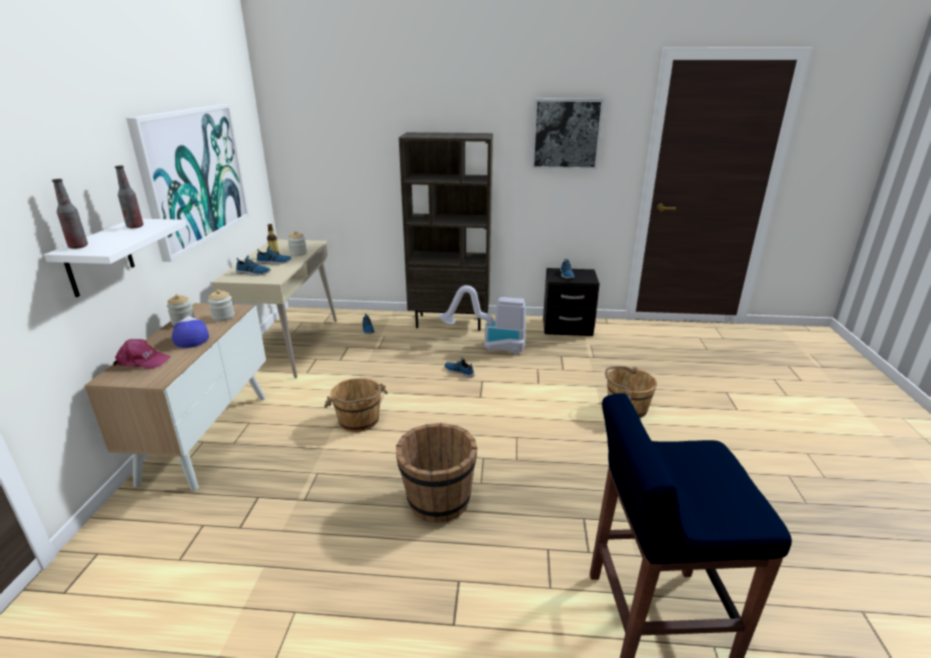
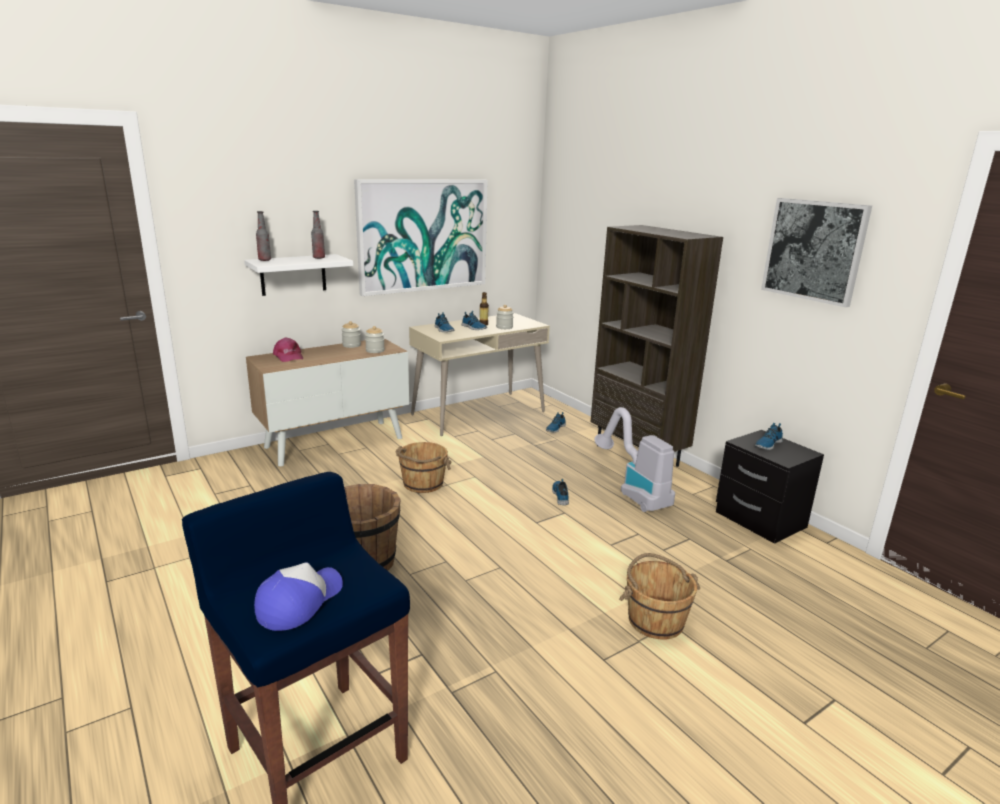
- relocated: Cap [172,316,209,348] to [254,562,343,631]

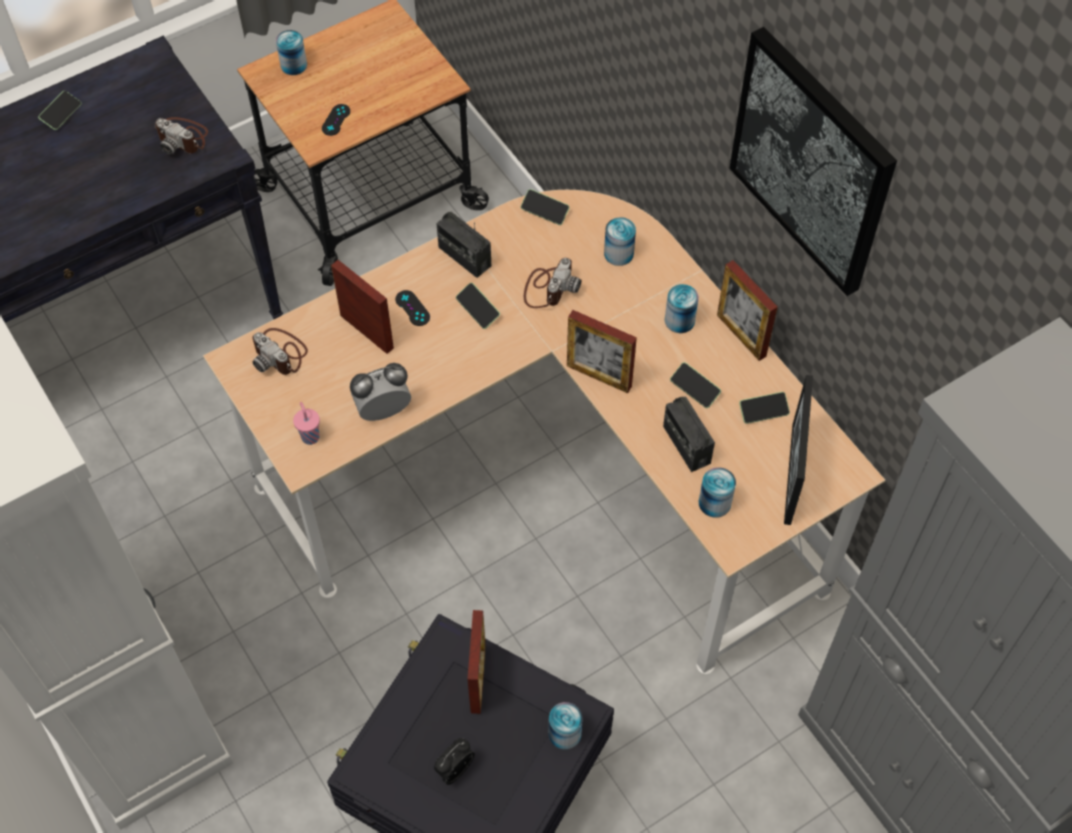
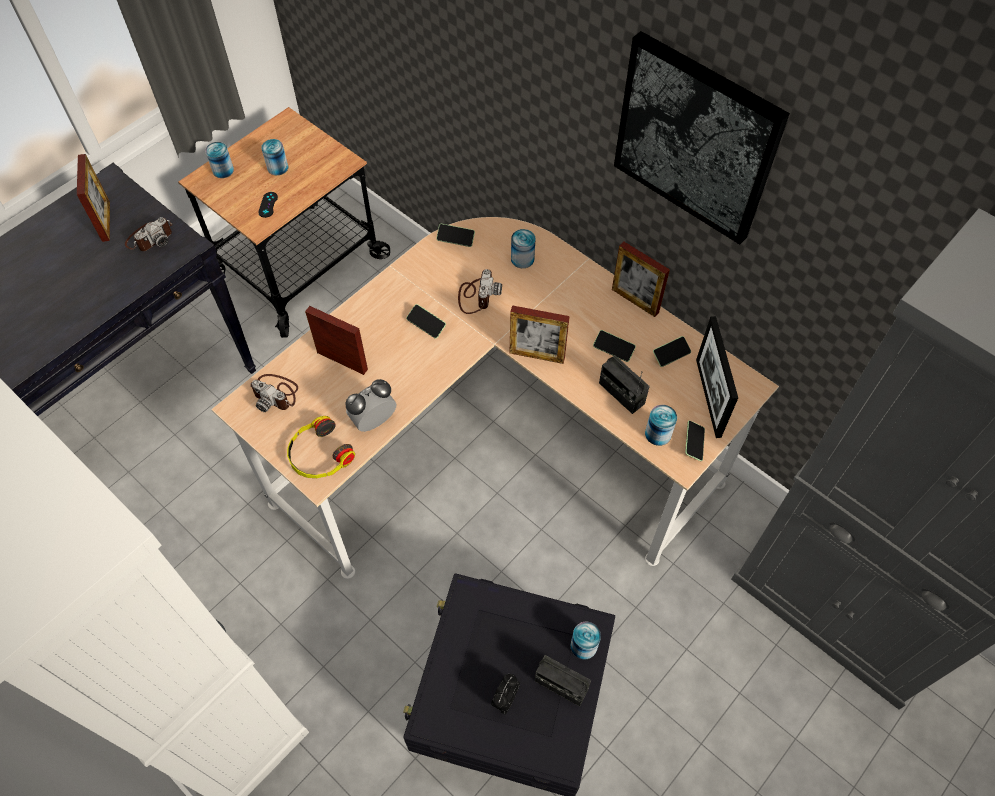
- relocated: Phone [38,91,82,130] to [685,421,705,461]
- spun: PhotoCamera [154,117,208,154] = [125,217,173,251] 60 degrees counterclockwise
- exchanged: PinkCup [293,402,320,445] to Headphones [287,416,355,478]
- missing: BlackGameController [395,290,430,326]
- relocated: Radio [436,212,491,278] to [535,655,591,707]
- relocated: PictureFrame [467,610,486,714] to [77,154,110,242]
- relocated: Can [665,284,699,333] to [261,139,288,175]

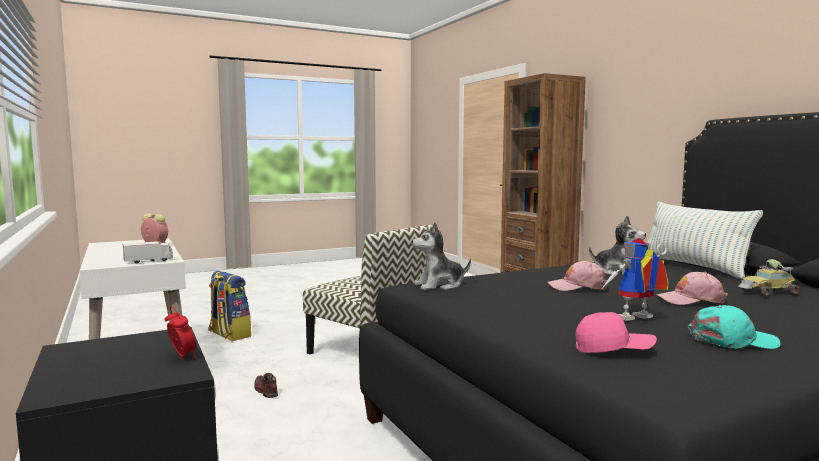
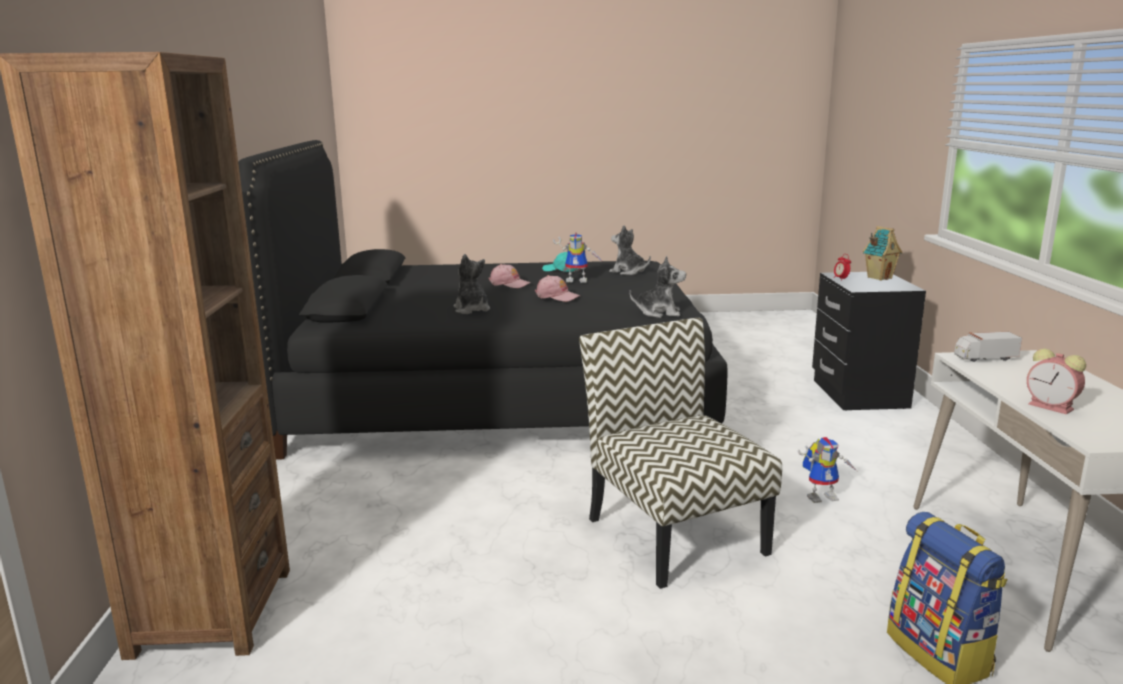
- exchanged: BrownShoe [254,373,278,398] to ToyRobot [798,437,857,503]
- exchanged: PinkCap [575,312,657,353] to PlushToy [609,225,651,275]
- missing: Pillow [647,202,763,279]
- missing: ToyCar [739,259,800,297]
- appeared: ToyHouse [863,226,902,281]

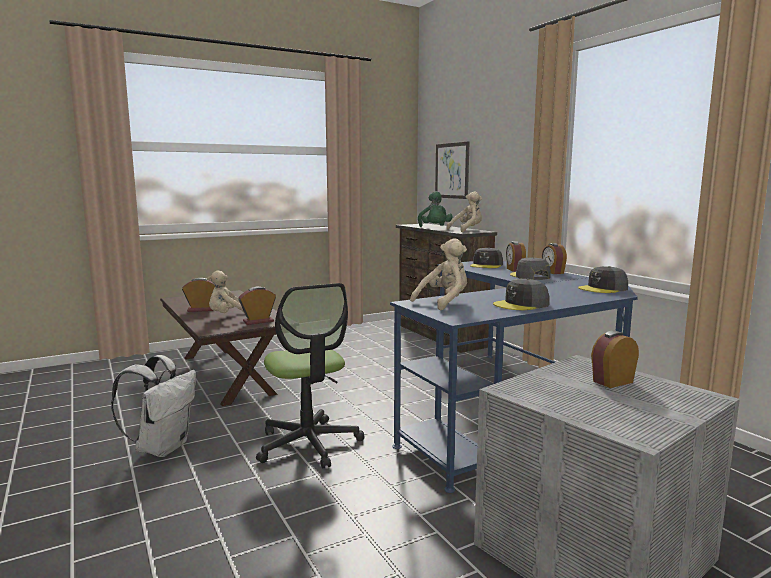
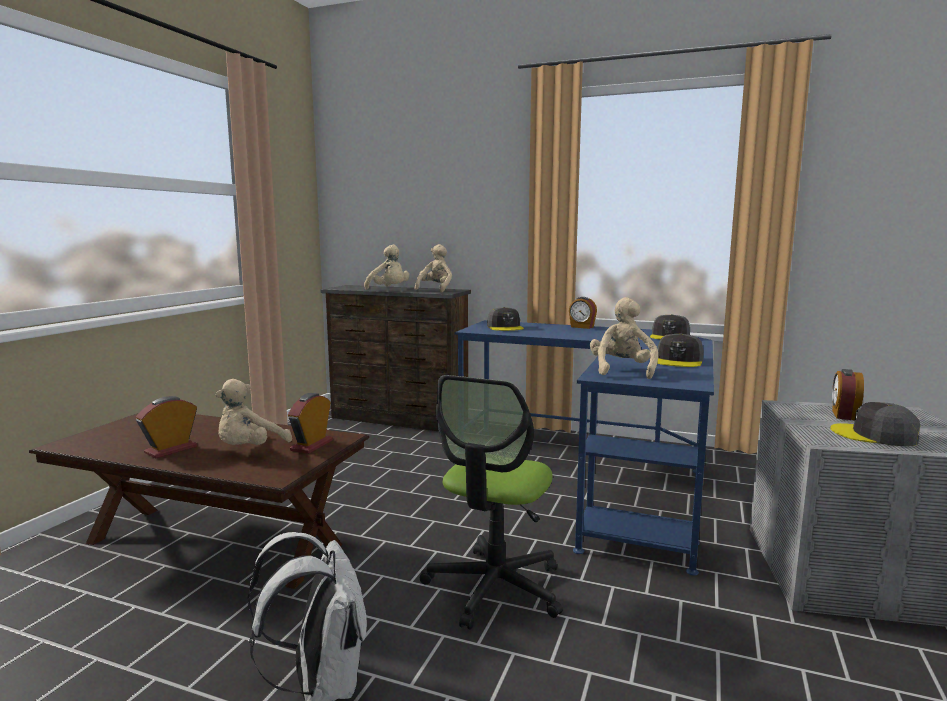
- spun: OfficeChair [256,283,365,468] = [420,375,563,630] 90 degrees clockwise
- colour: GreenPlushToy [418,191,453,227] to BeigePlushToy [364,245,409,290]
- missing: Picture [435,141,470,199]
- missing: AlarmClock [506,242,526,272]
- relocated: GreyCap [510,257,551,280] to [830,402,921,446]

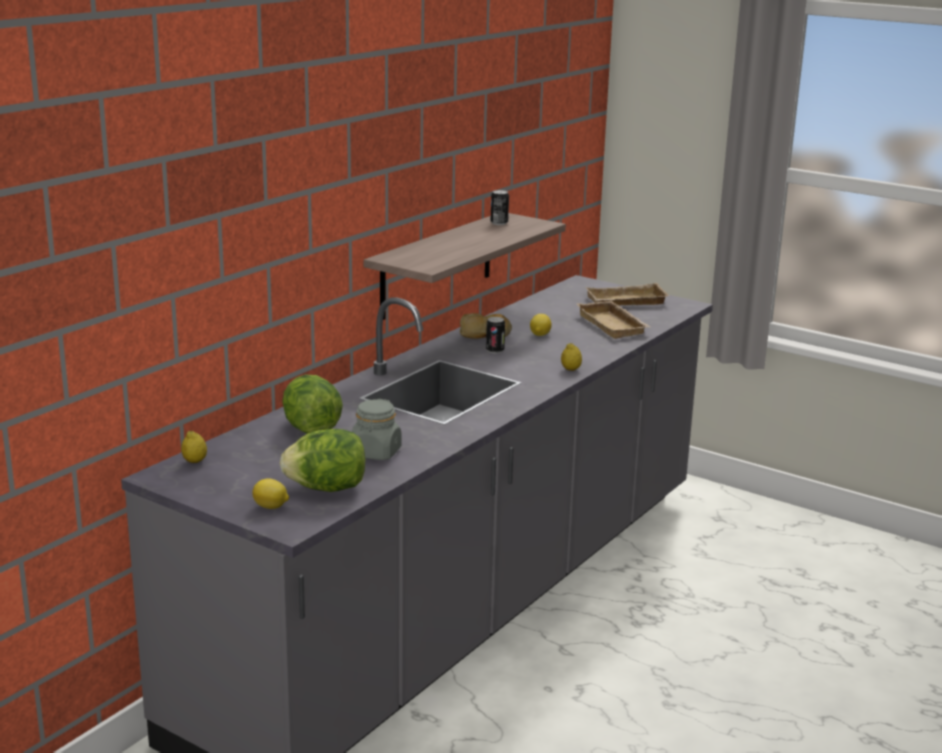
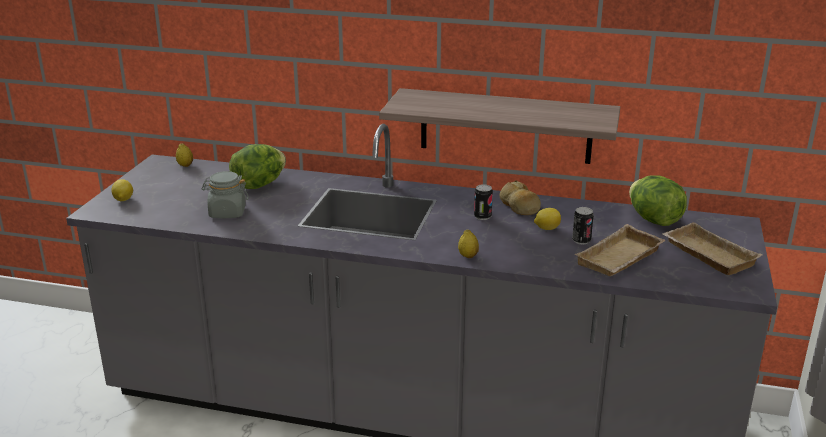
- relocated: Lettuce [280,429,365,492] to [629,175,687,226]
- relocated: Can [491,190,509,225] to [572,207,593,244]

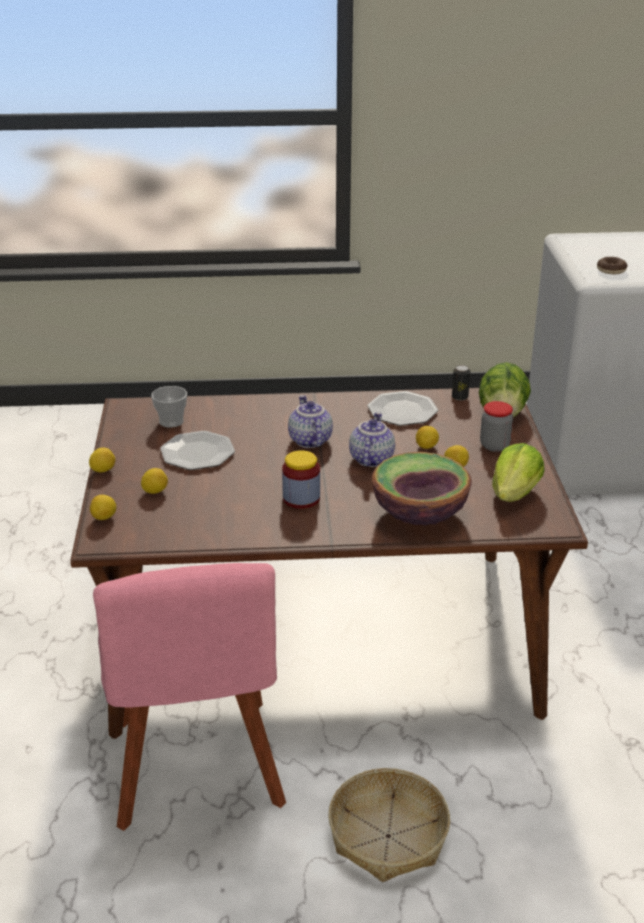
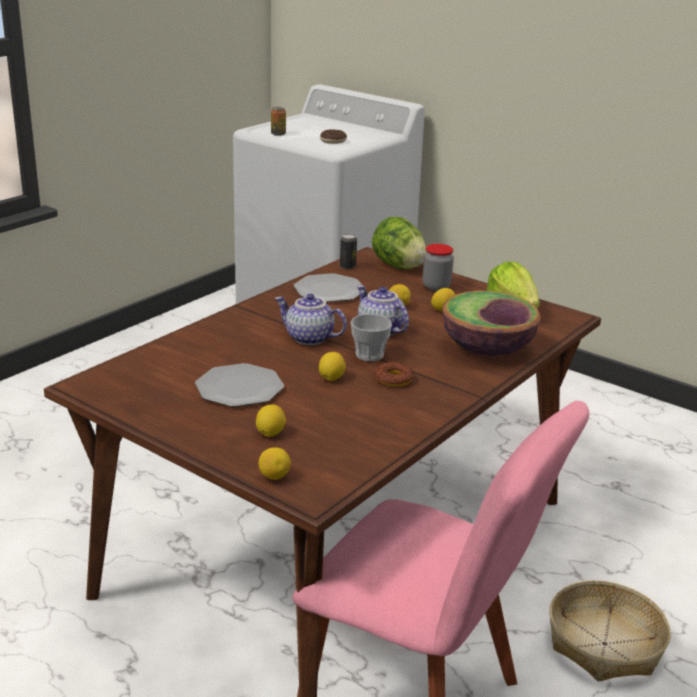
- relocated: Lemon [89,448,115,472] to [319,352,346,381]
- relocated: Cup [151,386,187,428] to [351,314,392,361]
- exchanged: Jar [282,450,320,509] to Donut [374,361,415,387]
- appeared: Can [271,107,286,136]

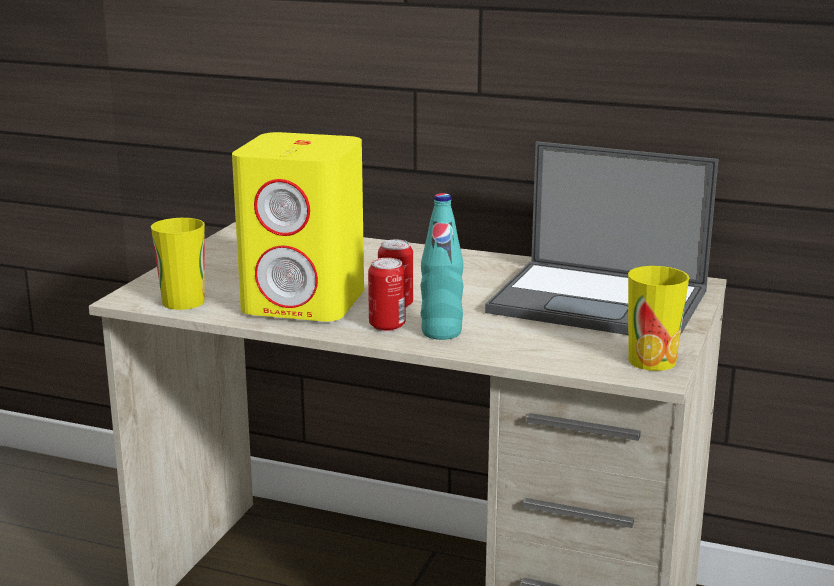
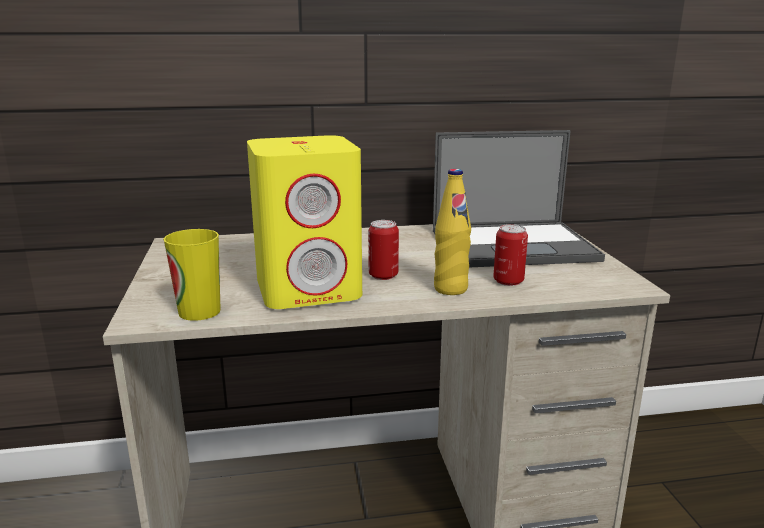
- relocated: Can [368,258,406,331] to [493,224,528,286]
- colour: TurquoiseBottle [420,193,464,340] to YellowBottle [434,169,471,295]
- missing: Cup [628,266,689,371]

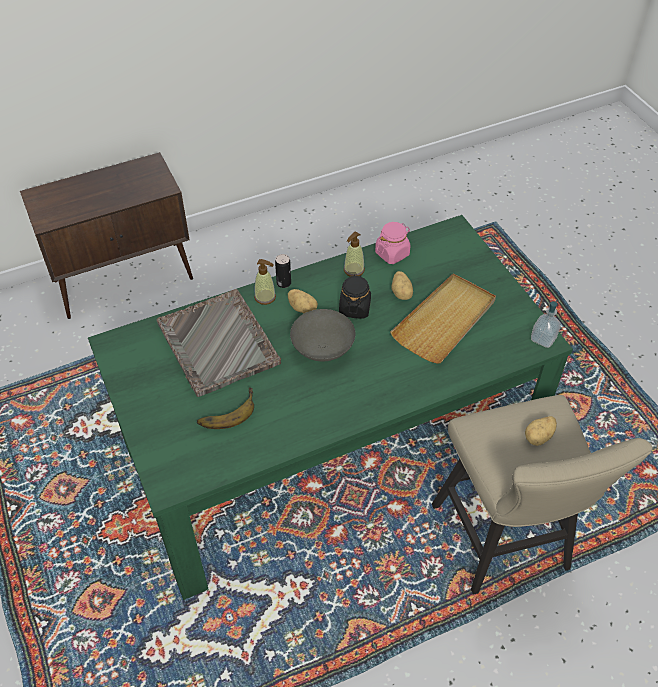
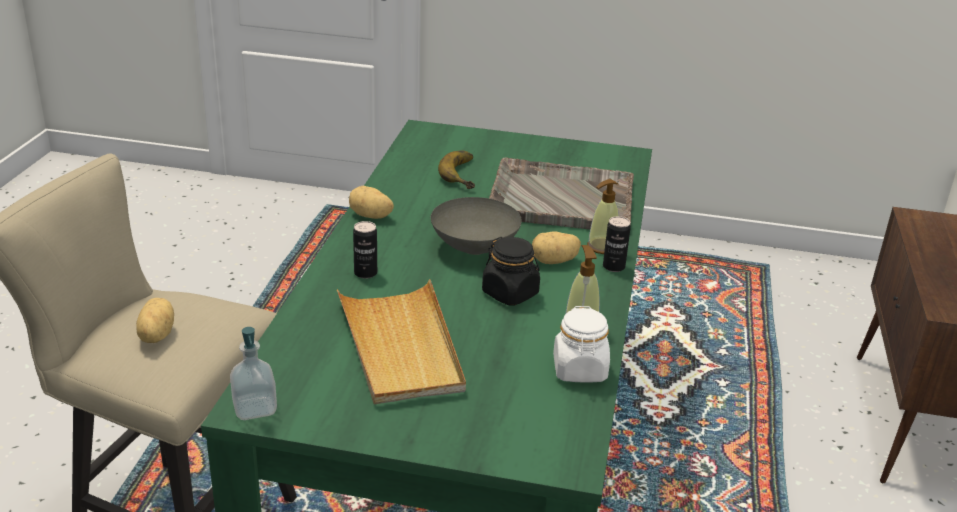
- colour: PinkJar [375,222,410,264] to WhiteJar [553,306,610,383]
- relocated: Potato [391,271,413,300] to [349,186,394,219]
- appeared: Can [353,221,377,279]

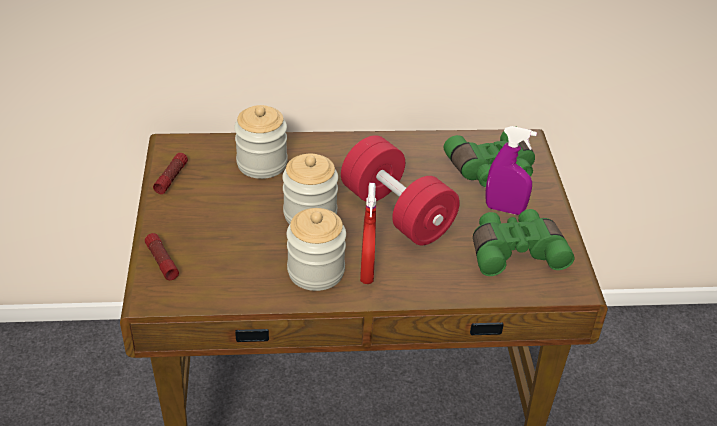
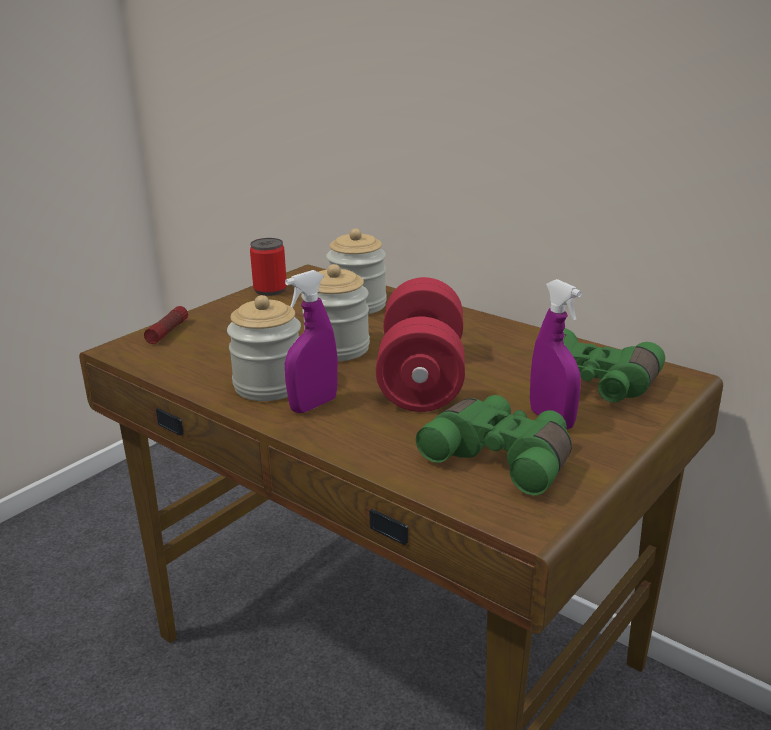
- exchanged: Flashlight [153,153,188,194] to Can [250,238,287,296]
- colour: RedSprayBottle [360,183,376,284] to PurpleSprayBottle [285,270,338,413]

